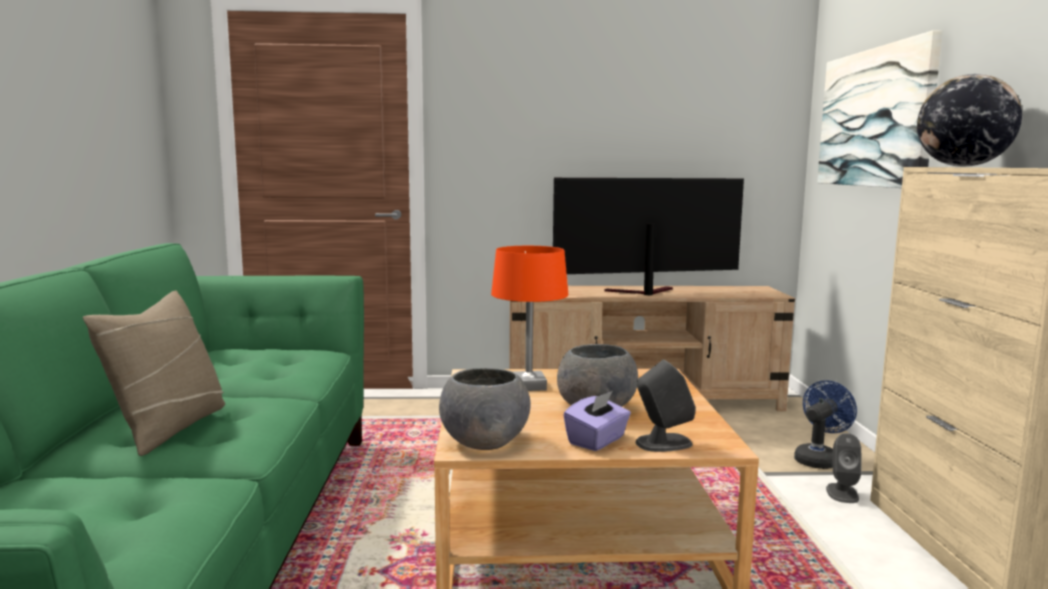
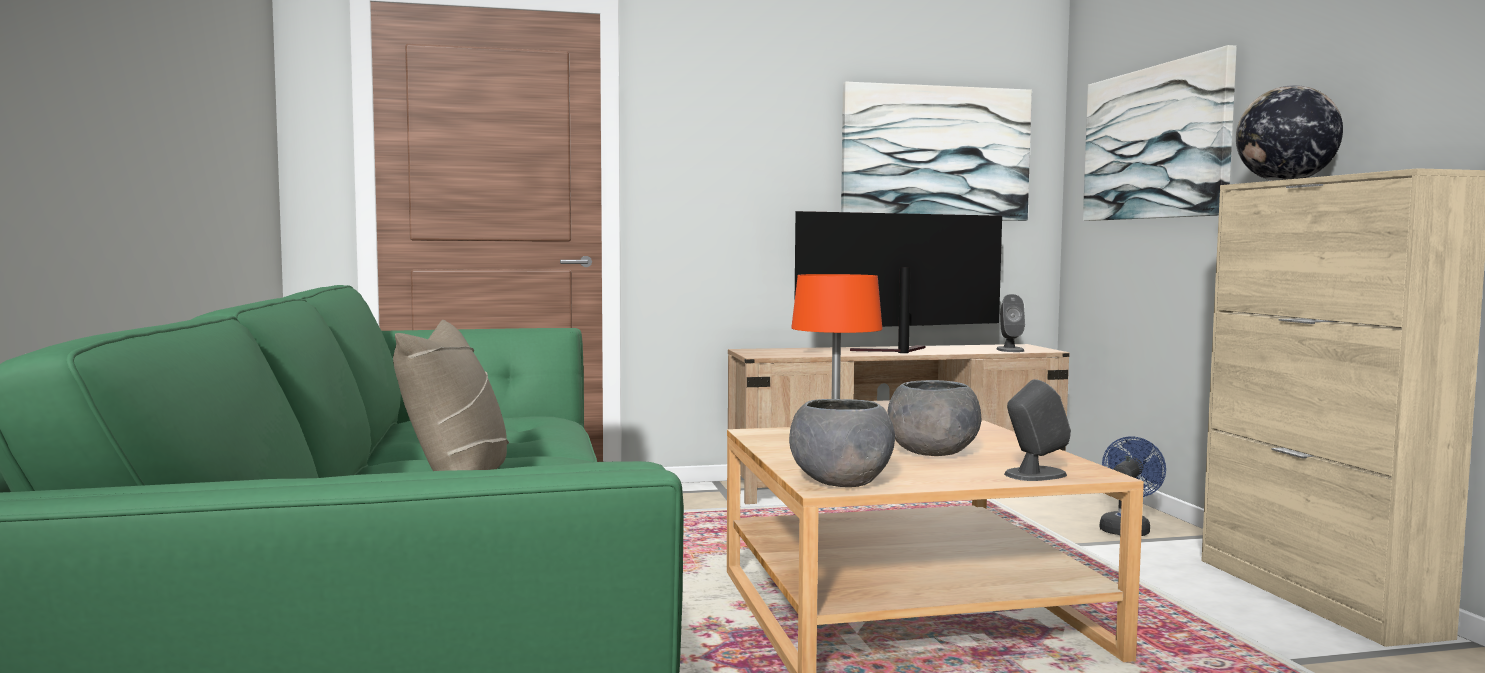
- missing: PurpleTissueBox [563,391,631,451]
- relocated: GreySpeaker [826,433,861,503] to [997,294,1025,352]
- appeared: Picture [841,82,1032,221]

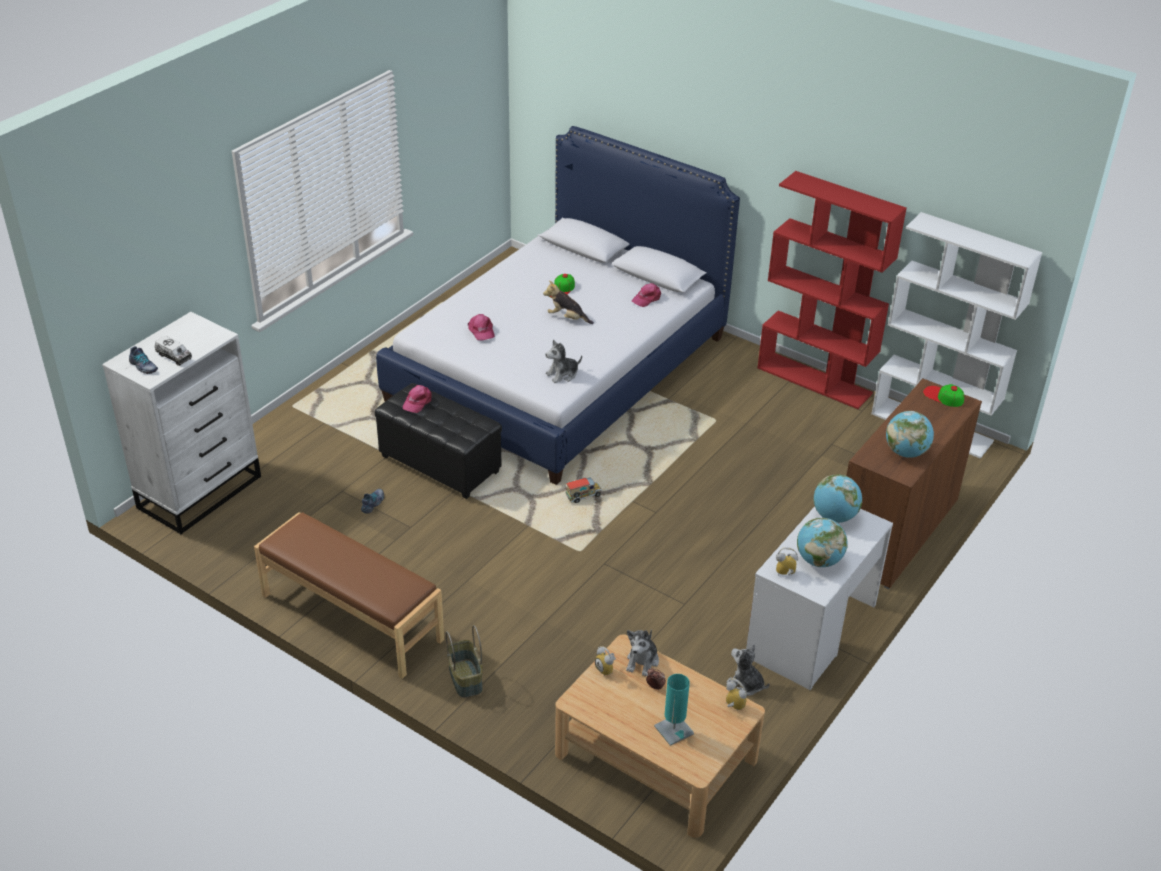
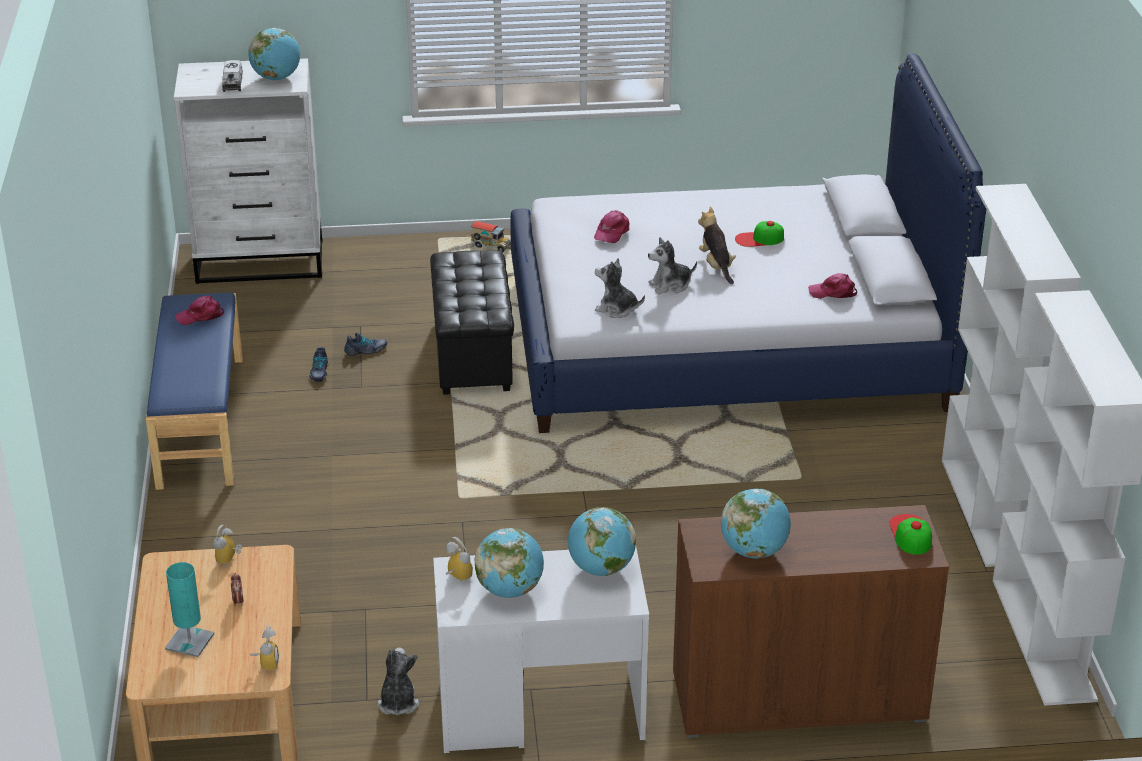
- relocated: Shoe [129,346,158,374] to [309,347,328,382]
- colour: BrownBench [254,512,444,679] to BlueBench [146,293,243,490]
- relocated: PinkCap [403,385,432,413] to [175,296,224,325]
- missing: Basket [446,625,483,698]
- relocated: ToyTruck [566,477,602,503] to [471,221,511,252]
- relocated: PlushToy [626,630,659,676] to [648,237,697,294]
- colour: RedBookcase [757,171,907,409] to WhiteBookcase [942,184,1081,567]
- appeared: Globe [248,28,300,80]

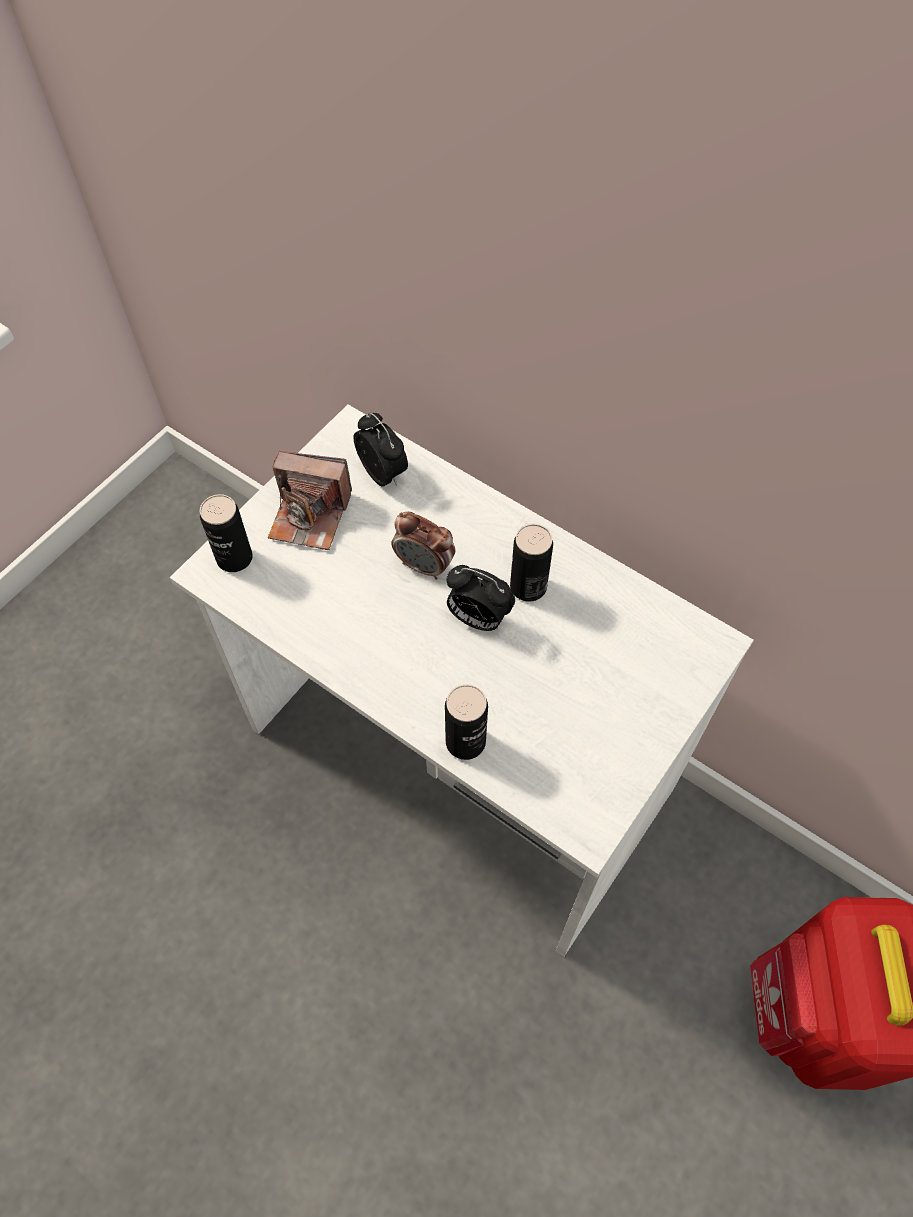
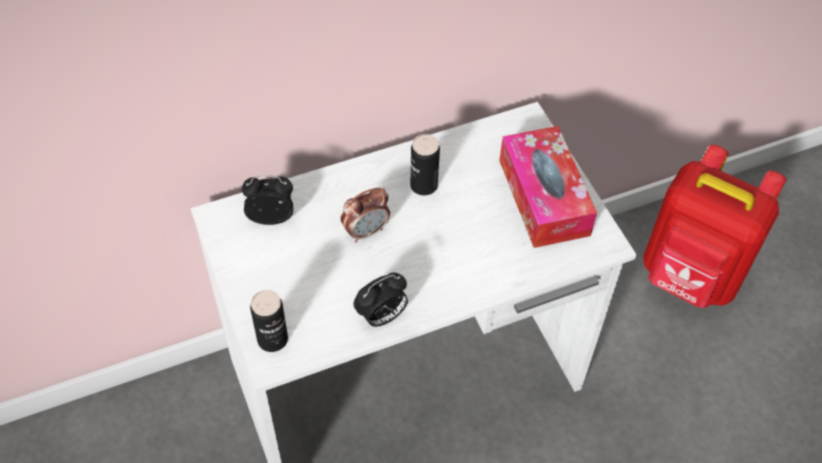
- missing: PhotoCamera [268,451,352,550]
- missing: Can [445,684,488,760]
- relocated: AlarmClock [446,565,515,631] to [353,272,408,327]
- appeared: TissueBox [499,126,597,248]

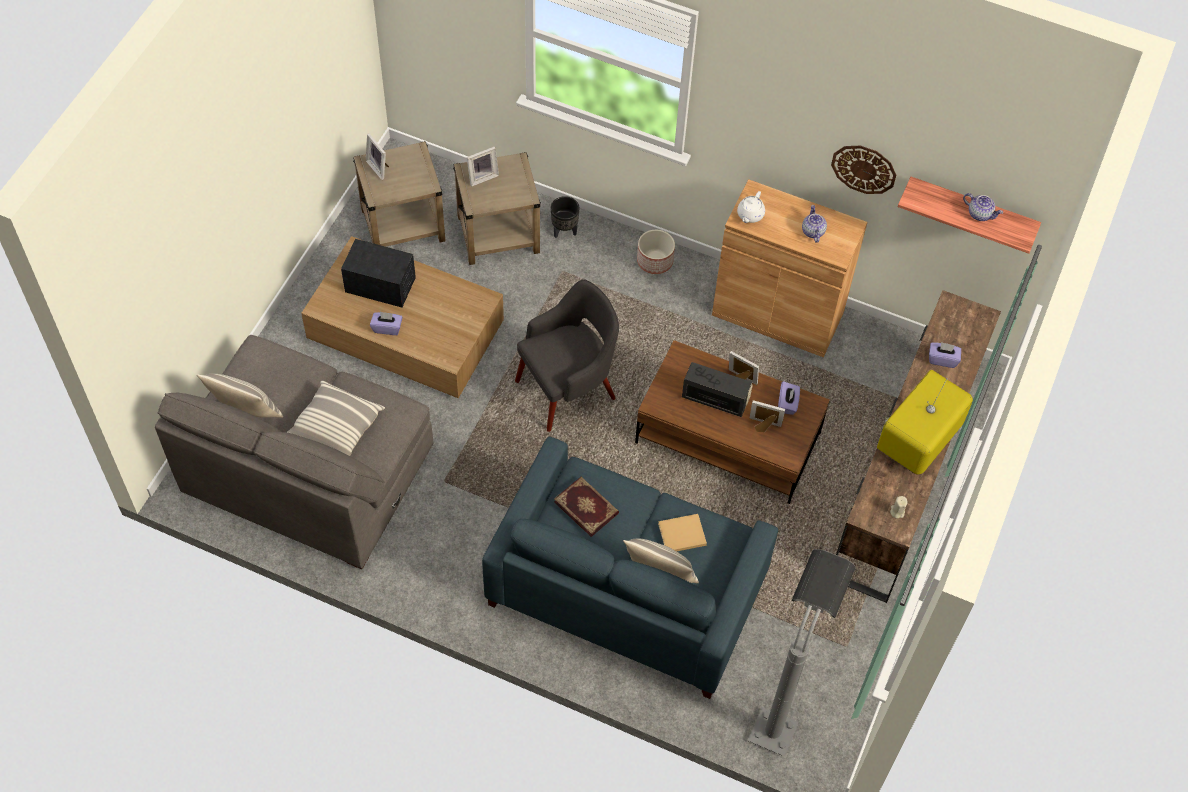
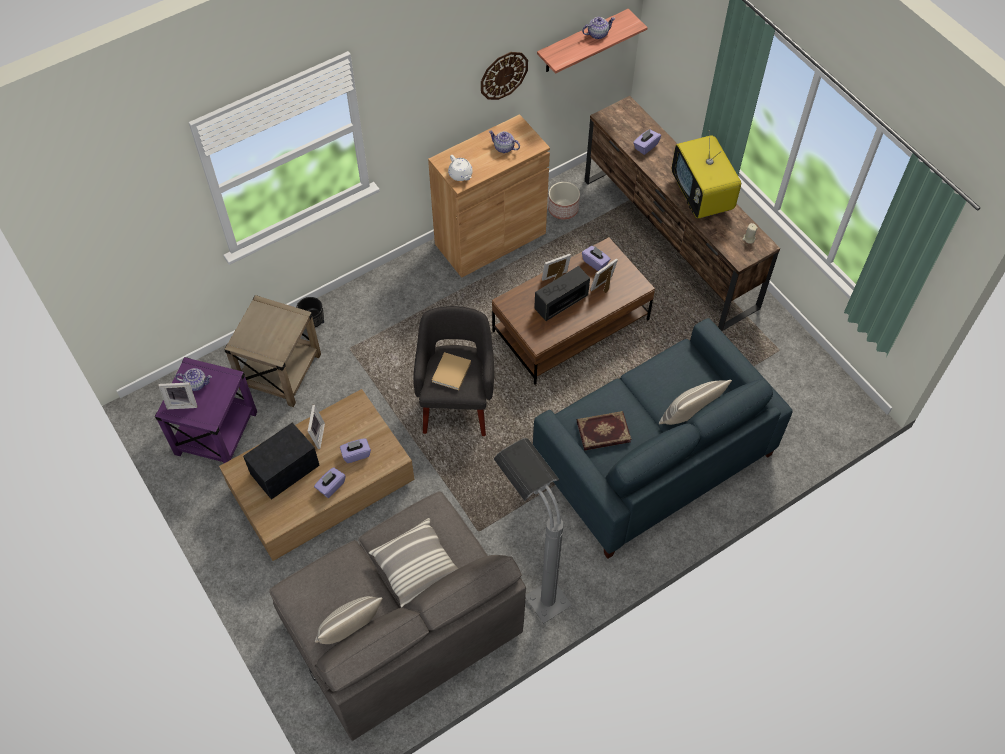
- colour: BeigeSideTable [353,141,446,247] to PurpleSideTable [155,357,257,463]
- relocated: PictureFrame [467,146,499,187] to [308,405,325,449]
- relocated: Planter [637,230,675,274] to [548,182,580,220]
- relocated: BeigeBook [658,514,707,551] to [432,352,471,390]
- relocated: GreyFloorLamp [748,549,856,757] to [494,438,572,623]
- appeared: Teapot [175,368,212,391]
- appeared: PurpleTissueBox [340,438,371,463]

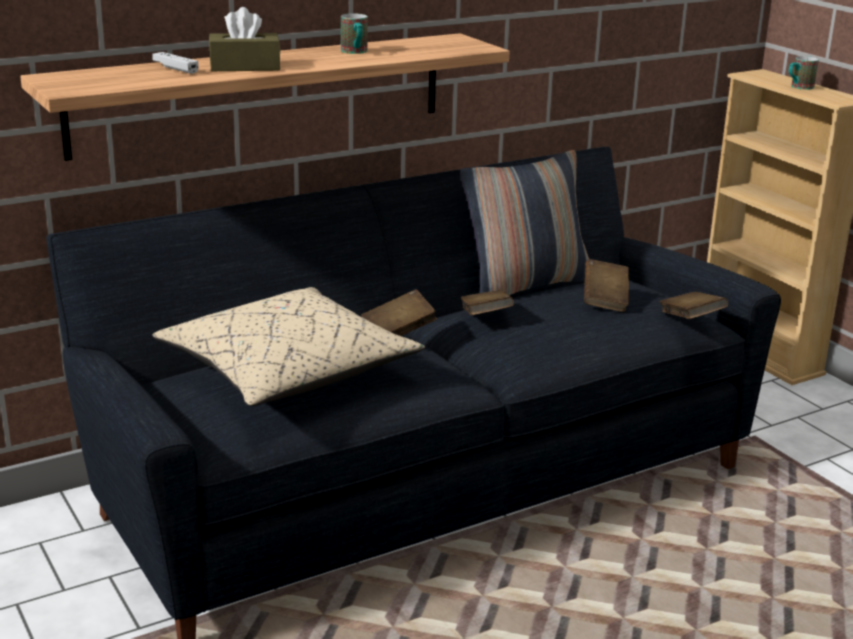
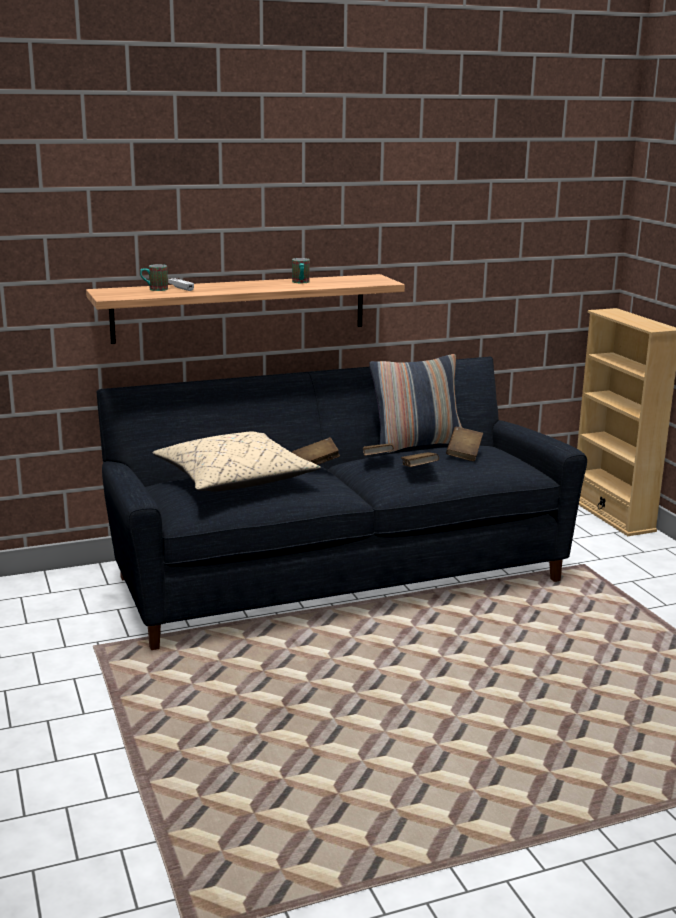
- missing: BrownTissueBox [209,7,281,71]
- relocated: BrownBook [660,292,728,319] to [401,452,439,467]
- relocated: Mug [789,56,819,90] to [140,264,168,291]

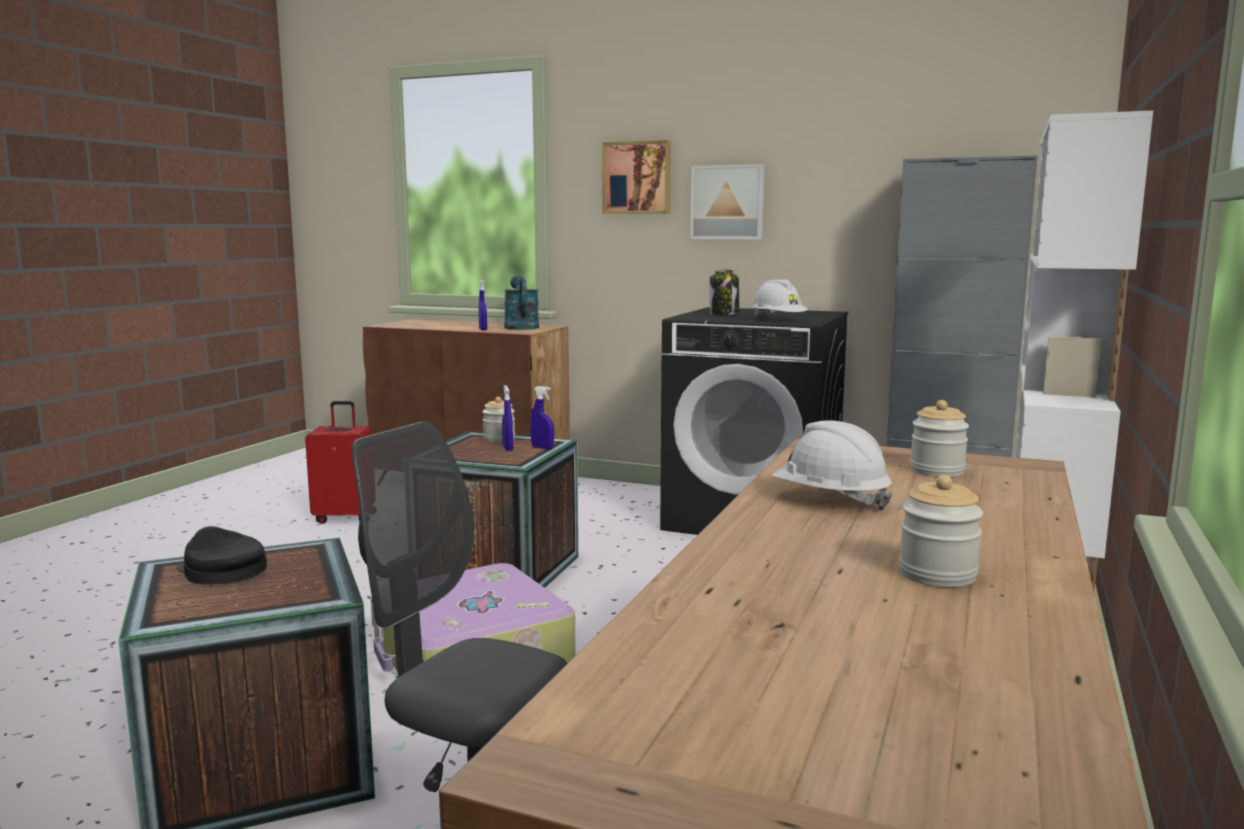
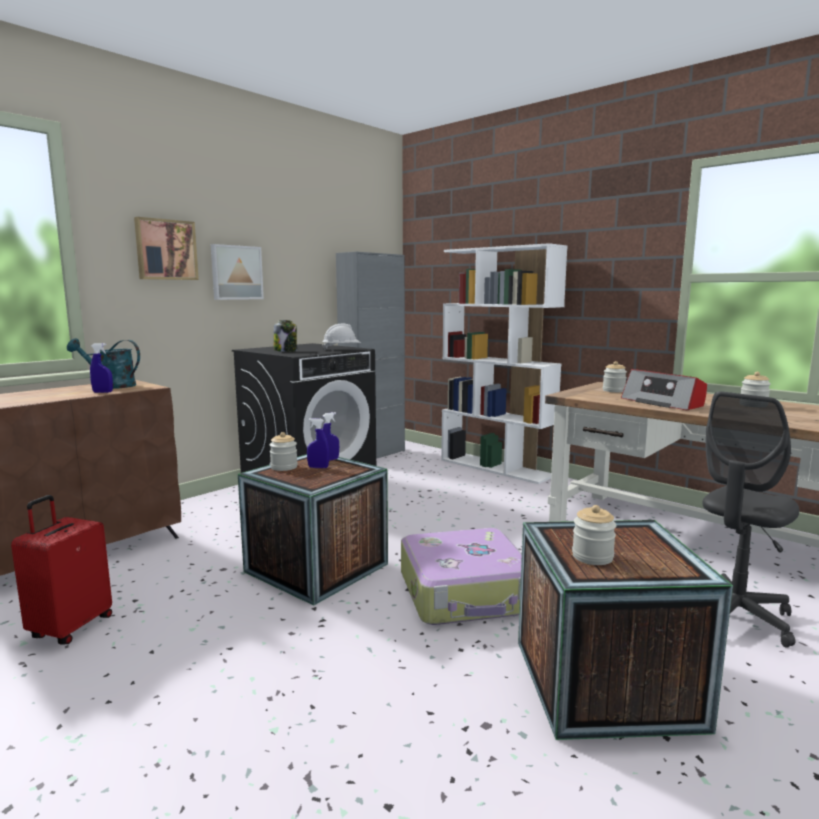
- exchanged: BlackCap [177,526,267,584] to Jar [572,505,616,565]
- exchanged: WhiteHardHat [772,420,893,510] to Radio [621,369,707,410]

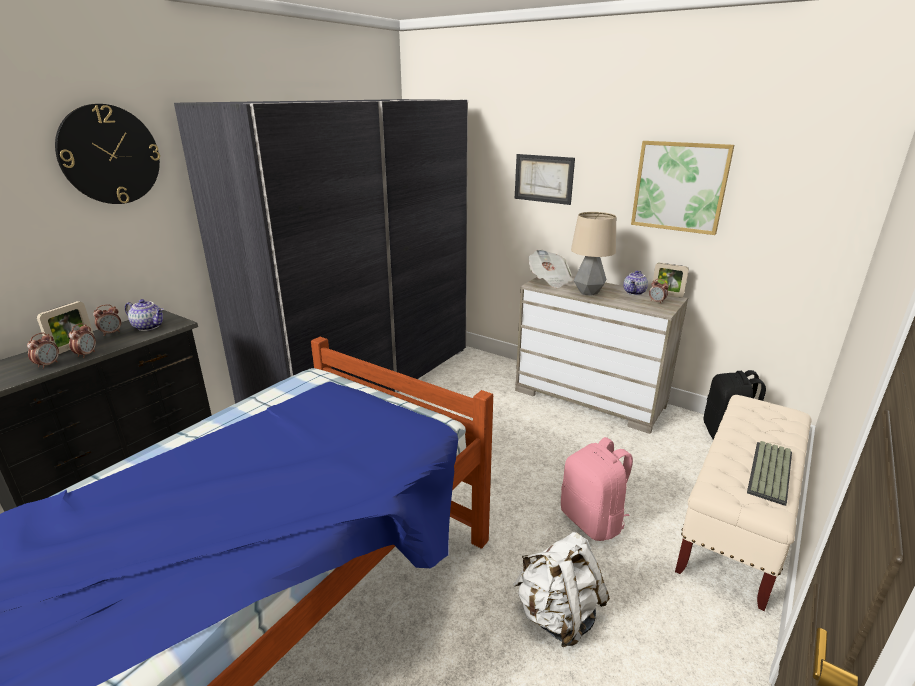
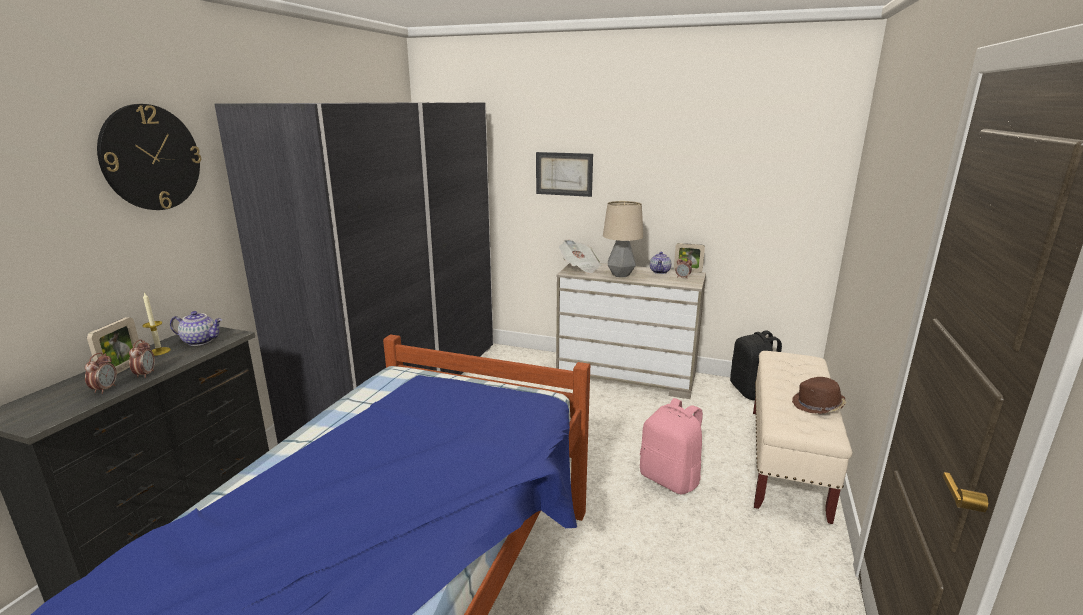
- exchanged: AlarmClock [93,305,121,336] to Candle [143,292,171,356]
- missing: WhiteBackpack [513,532,610,647]
- missing: Picture [631,141,734,235]
- exchanged: Keyboard [747,441,792,506] to BrownHat [792,377,847,414]

